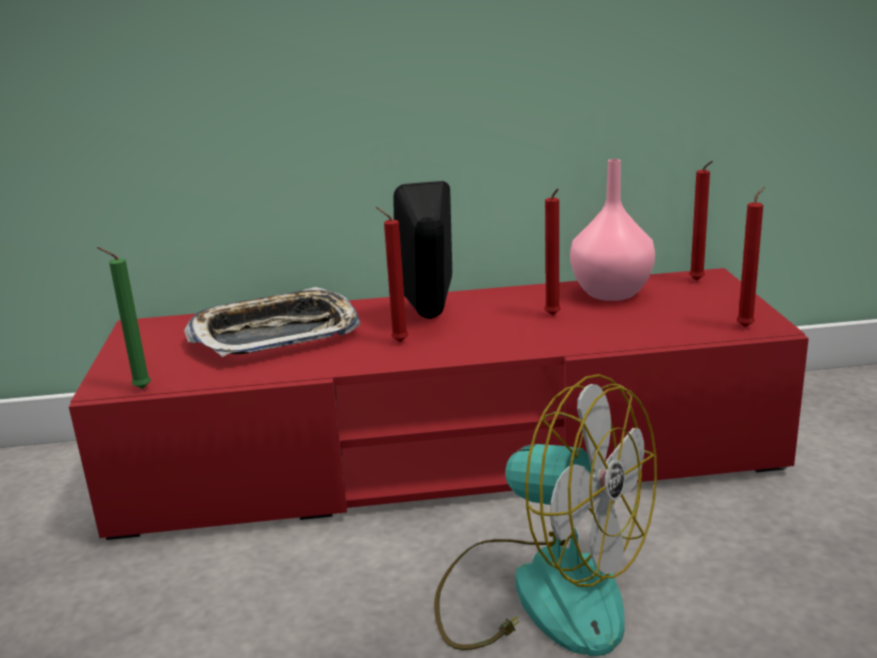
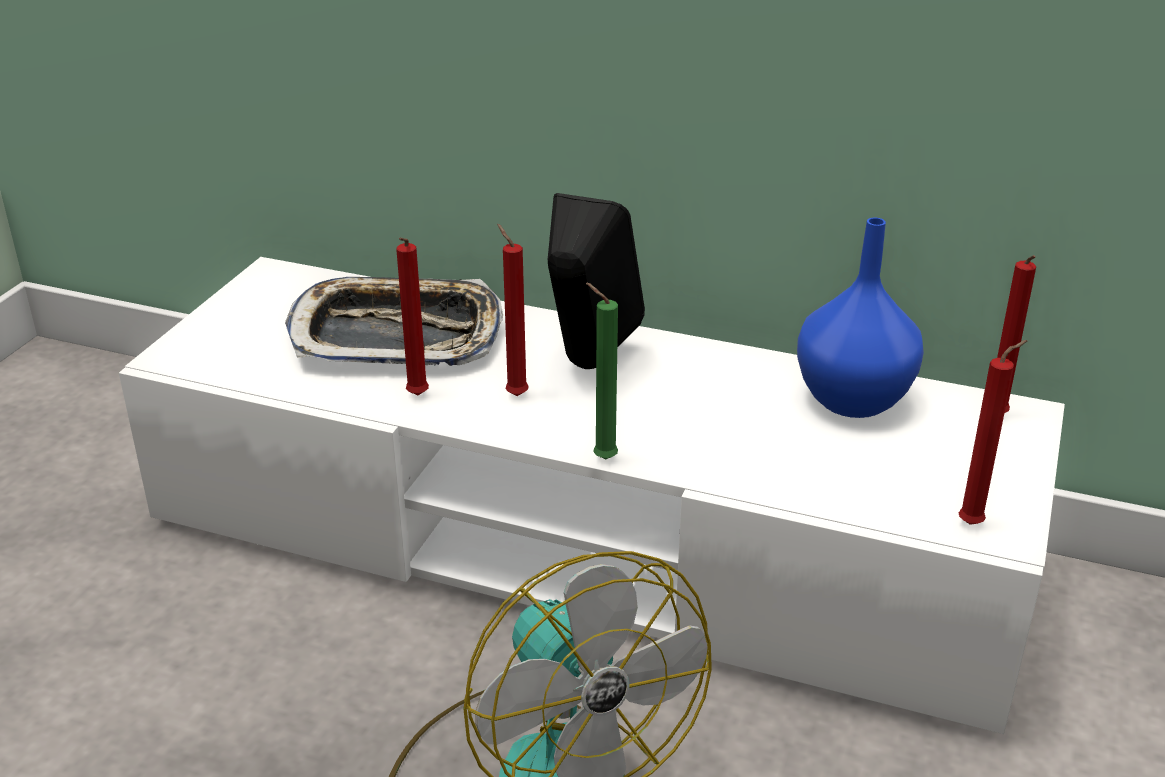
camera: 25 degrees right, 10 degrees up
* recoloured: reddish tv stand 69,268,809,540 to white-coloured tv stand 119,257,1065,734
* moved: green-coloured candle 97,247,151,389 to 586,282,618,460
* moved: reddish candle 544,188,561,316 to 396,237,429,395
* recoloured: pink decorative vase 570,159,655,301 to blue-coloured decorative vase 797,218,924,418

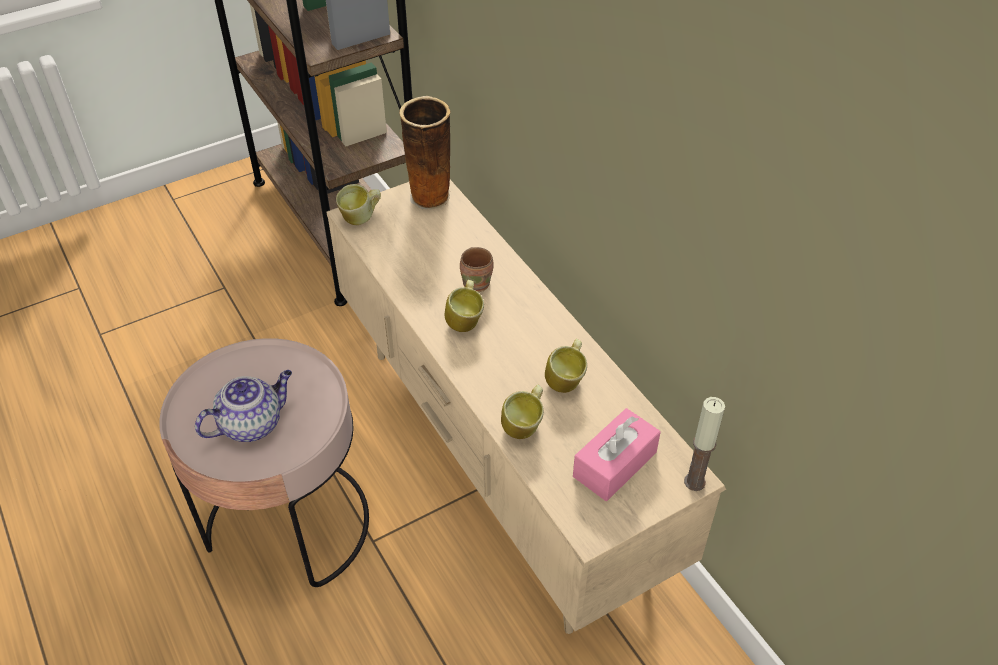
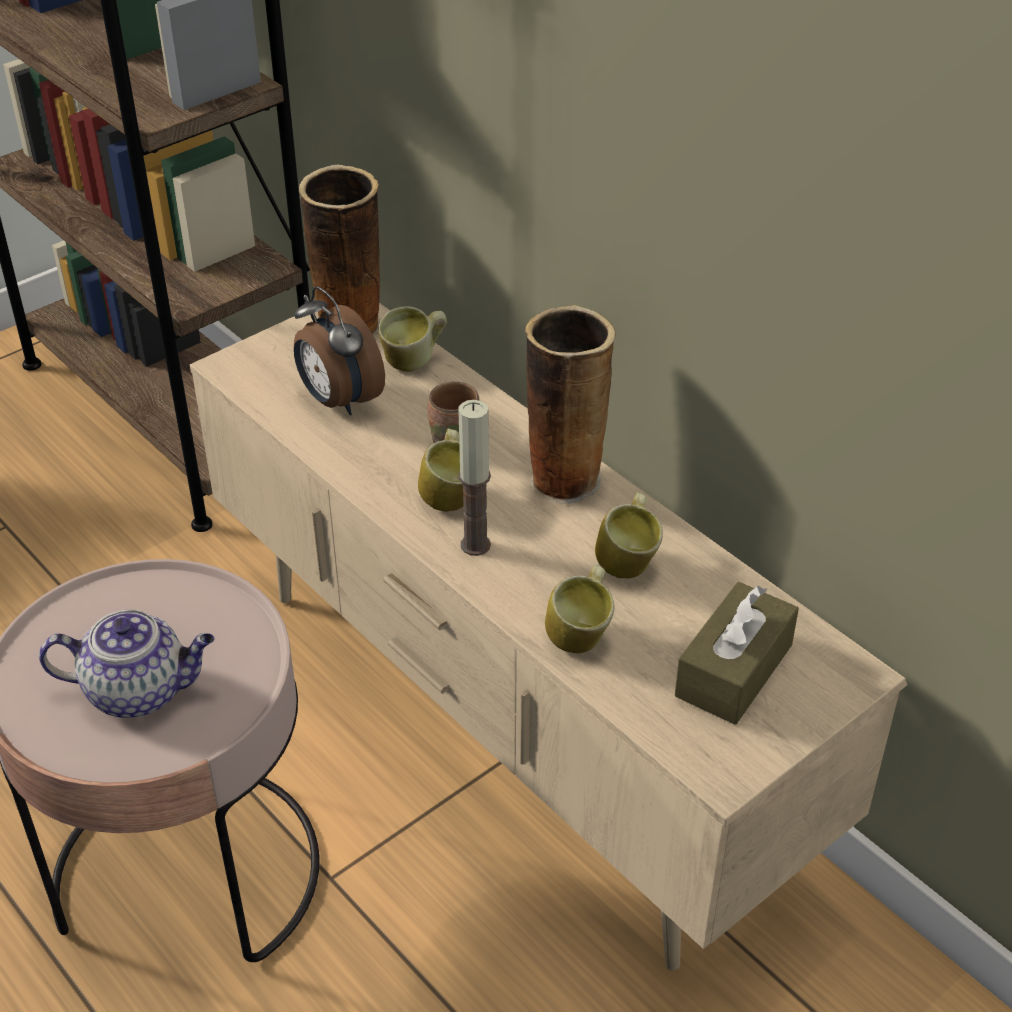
camera: 10 degrees left, 5 degrees down
* turned: tea pot 195,370,292,442 = 39,610,215,718 45 degrees clockwise
* moved: mug 336,184,381,225 to 379,306,447,372
* recoloured: pink box of tissues 573,408,661,501 to brown-coloured box of tissues 675,582,799,725
* moved: candle 684,397,725,491 to 458,400,491,556
* added: bedside clock 294,286,385,415
* added: decorative vase 525,305,616,504

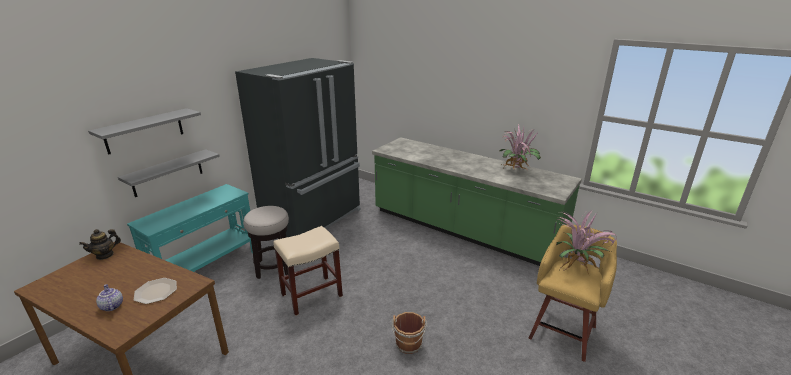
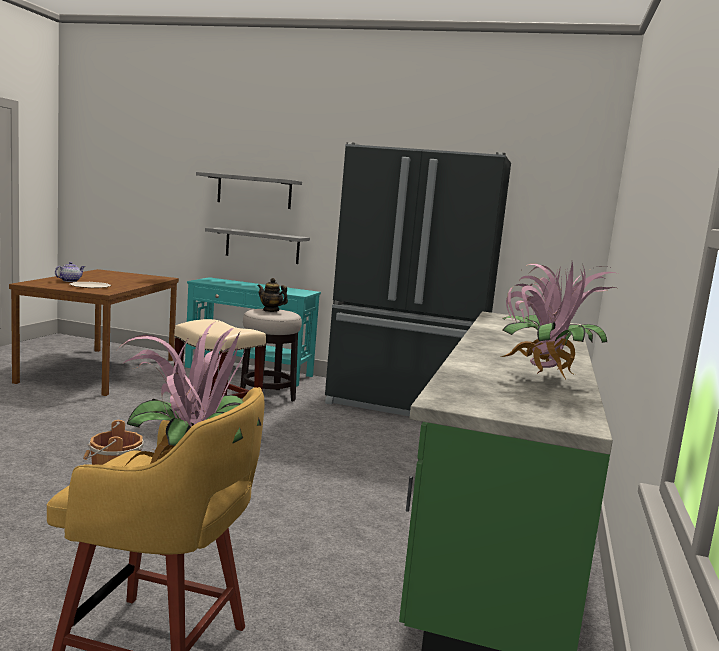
camera: 70 degrees right, 15 degrees down
* moved: tea pot 79,229,121,260 to 257,278,288,312

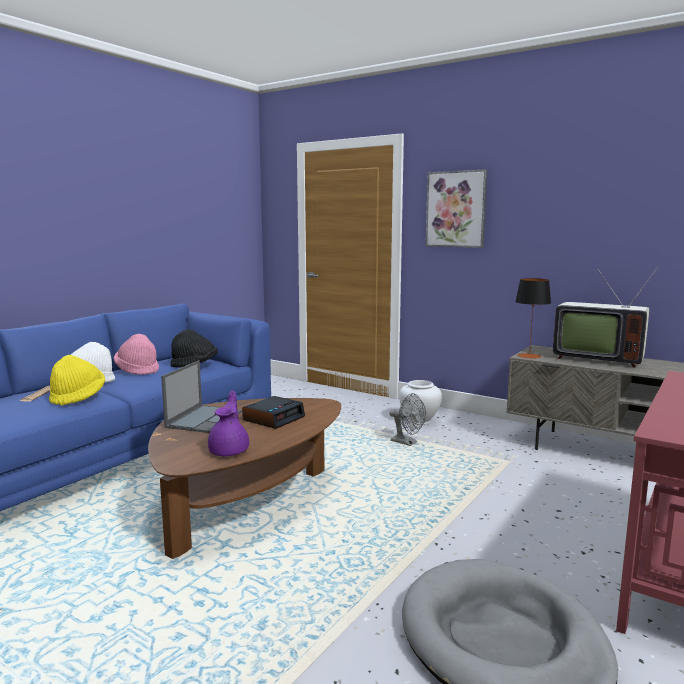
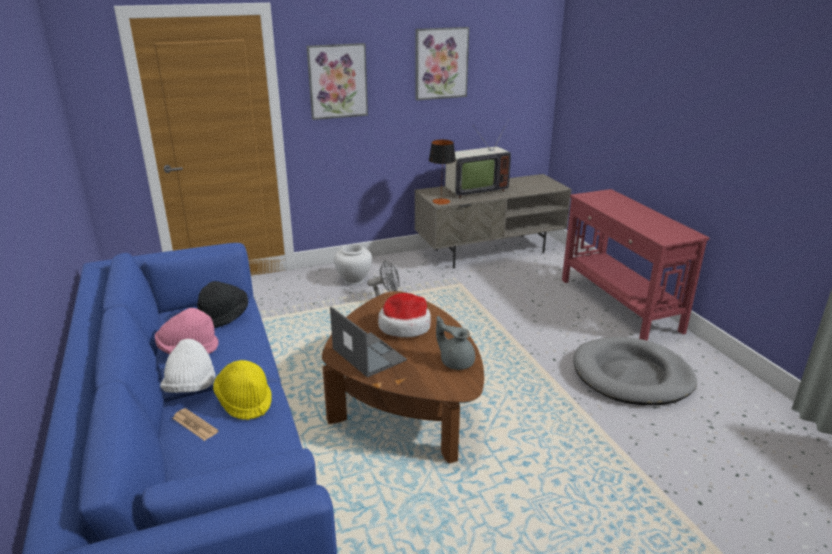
camera: 55 degrees left, 15 degrees up
* recoloured: purple tea pot 208,391,249,456 to gray tea pot 436,316,475,370
* replaced: bedside clock 242,396,305,429 to wearable hat 378,293,431,338
* added: wall picture 415,27,469,101

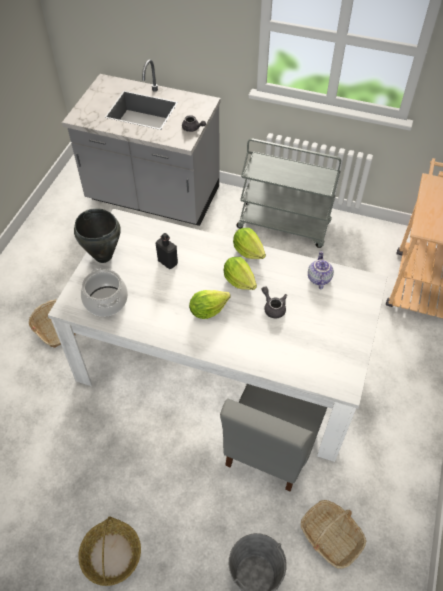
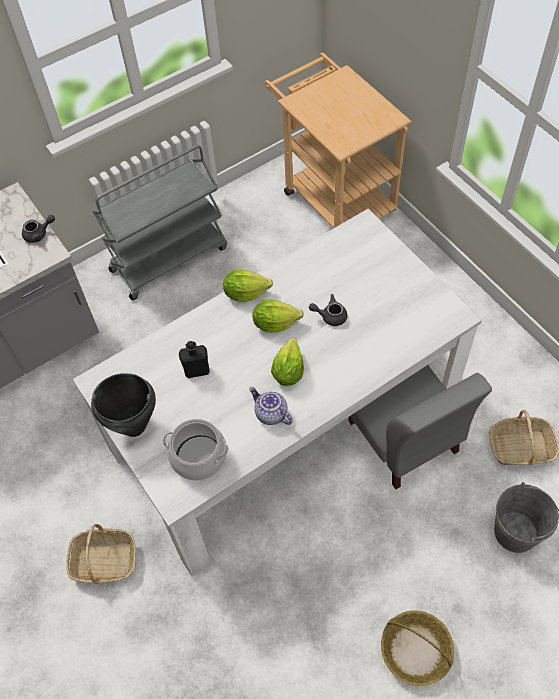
camera: 50 degrees left, 5 degrees up
* moved: tea pot 308,251,334,289 to 249,387,293,425

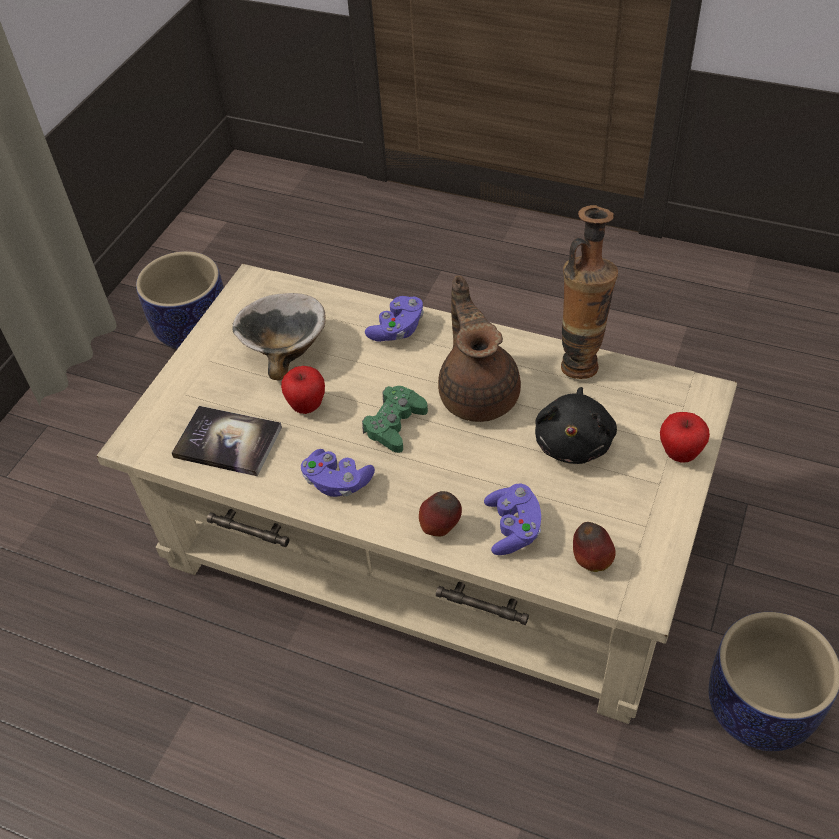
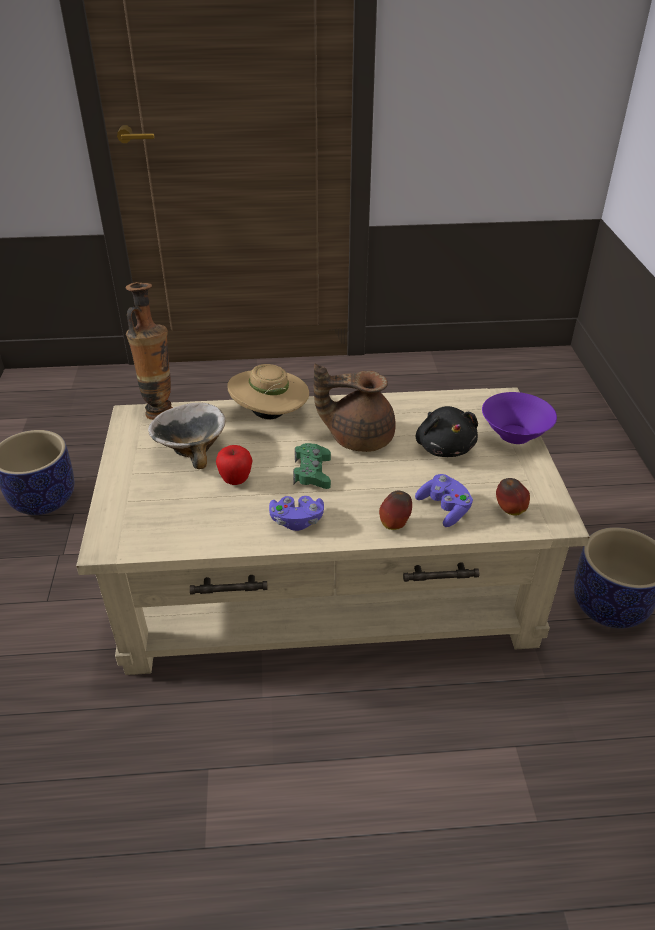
camera: 30 degrees left, 10 degrees down
* removed: book 172,406,282,476
* replaced: purple gamepad 365,296,424,342 to sand-coloured wearable hat 227,364,309,420
* turned: brown-coloured tea pot 438,276,521,422 = 314,364,396,452 45 degrees counterclockwise
* moved: decorative vase 561,205,618,379 to 126,282,173,420
* replaced: apple fruit 660,412,710,463 to purple serving bowl 482,392,557,444

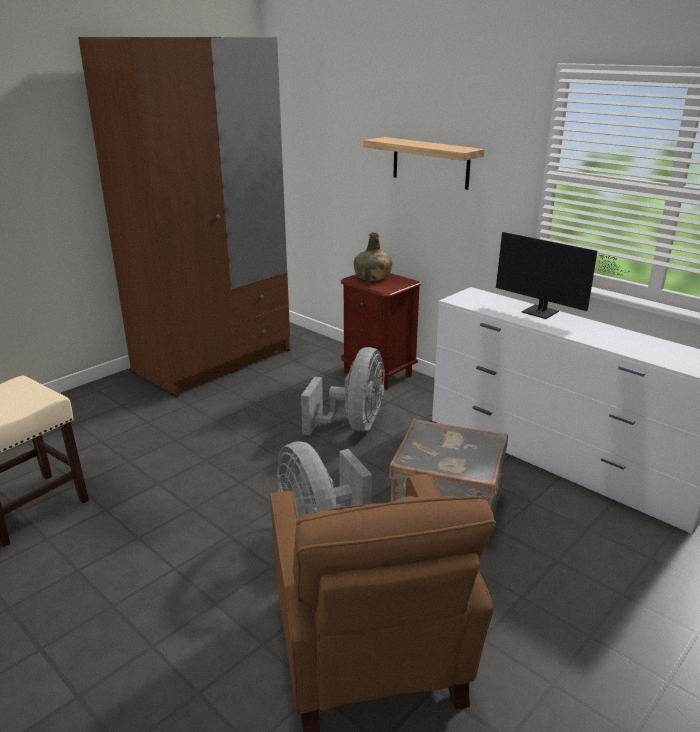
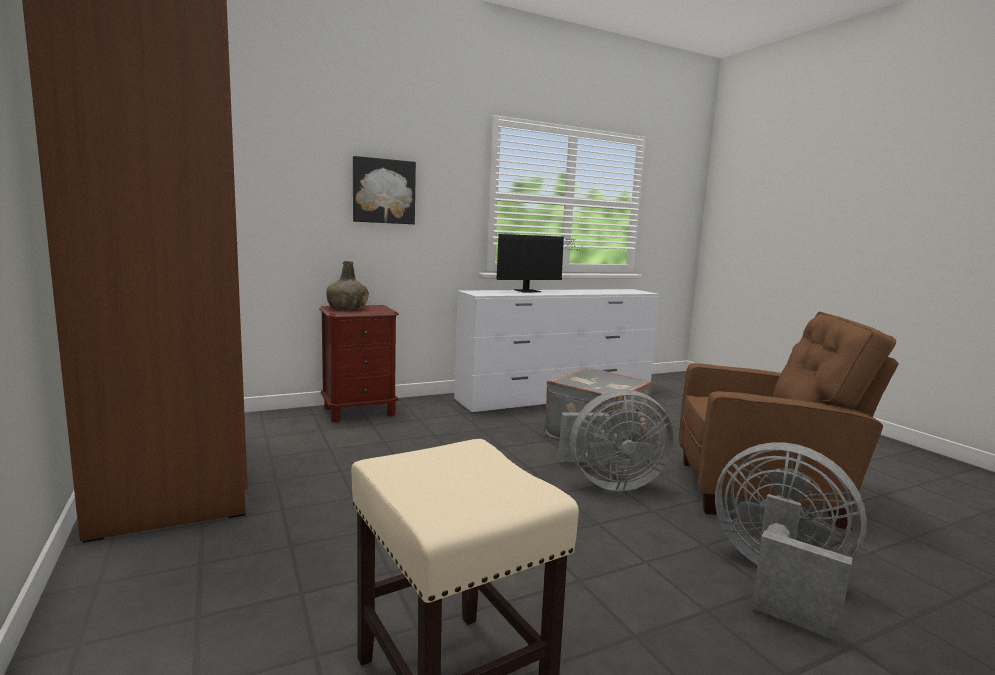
camera: 70 degrees left, 15 degrees down
* moved: gray fan 301,347,385,435 to 715,442,867,641
* replaced: bracket shelf 363,137,485,190 to wall picture 353,156,416,224

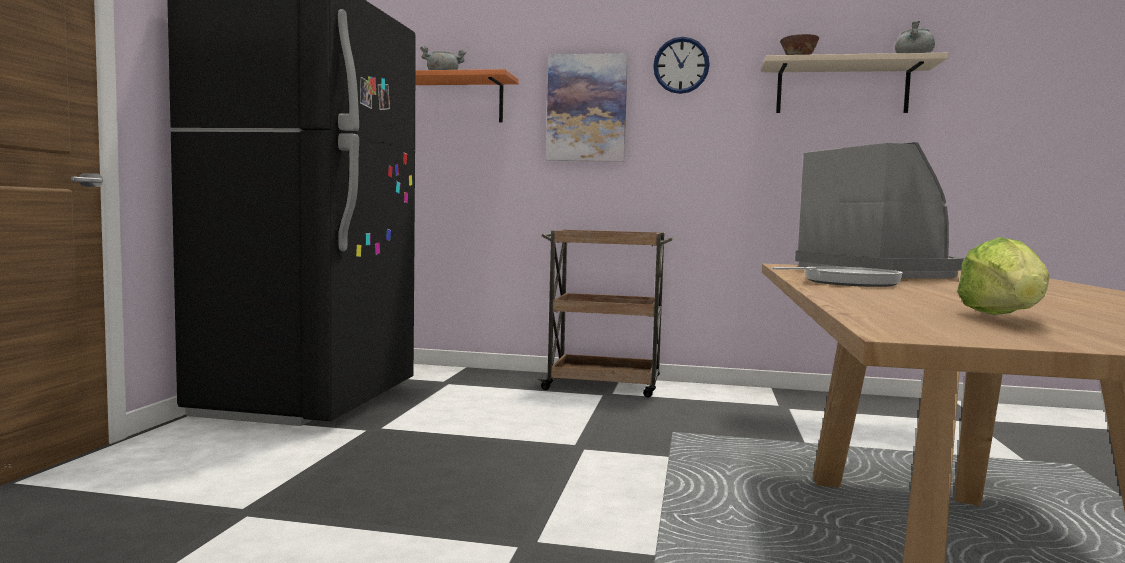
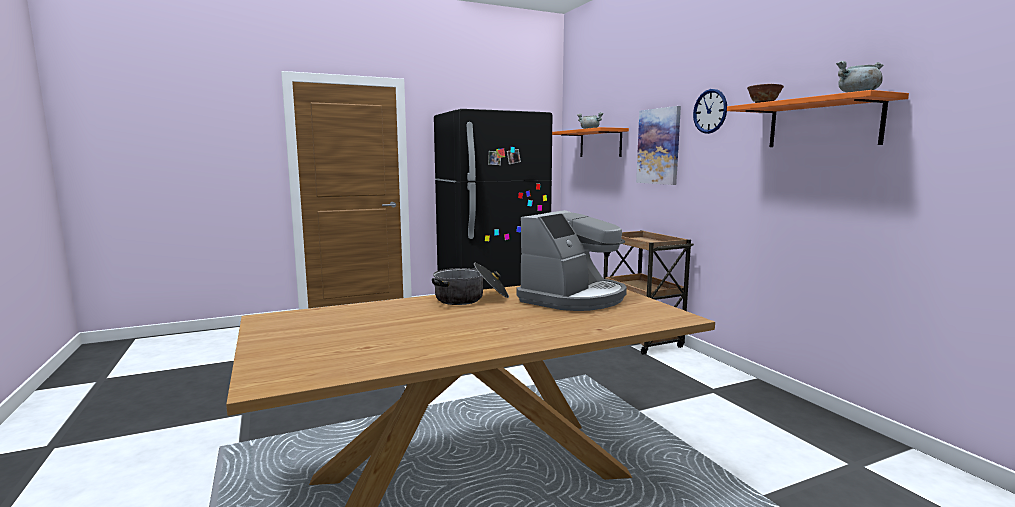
camera: 55 degrees right, 5 degrees up
* recoloured: sand-coloured bracket shelf 761,53,948,113 to orangey bracket shelf 727,90,909,147
* replaced: frying pan 772,266,903,287 to cooking pot 432,263,509,305
* removed: head of lettuce 957,237,1050,315

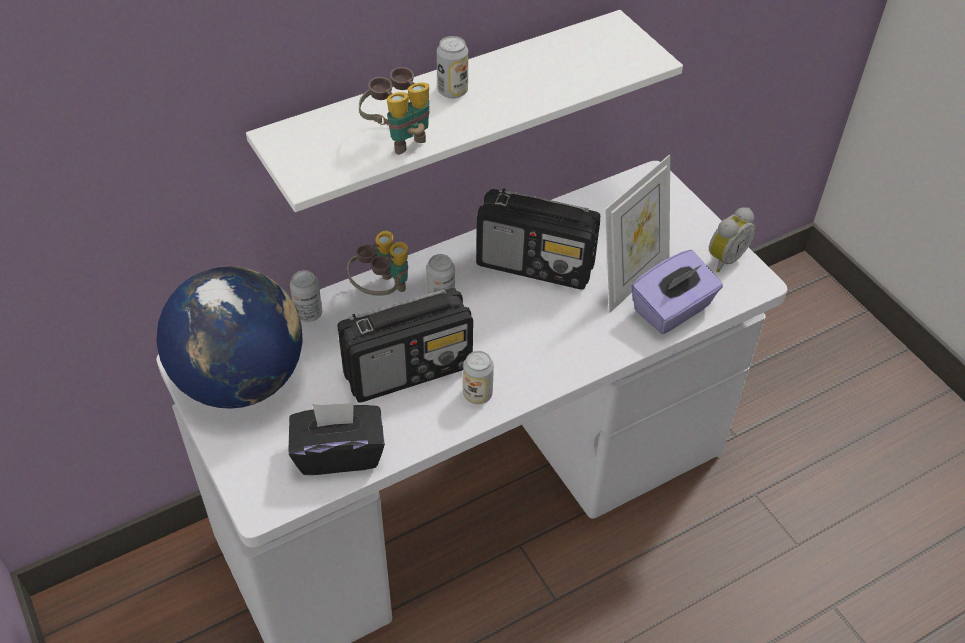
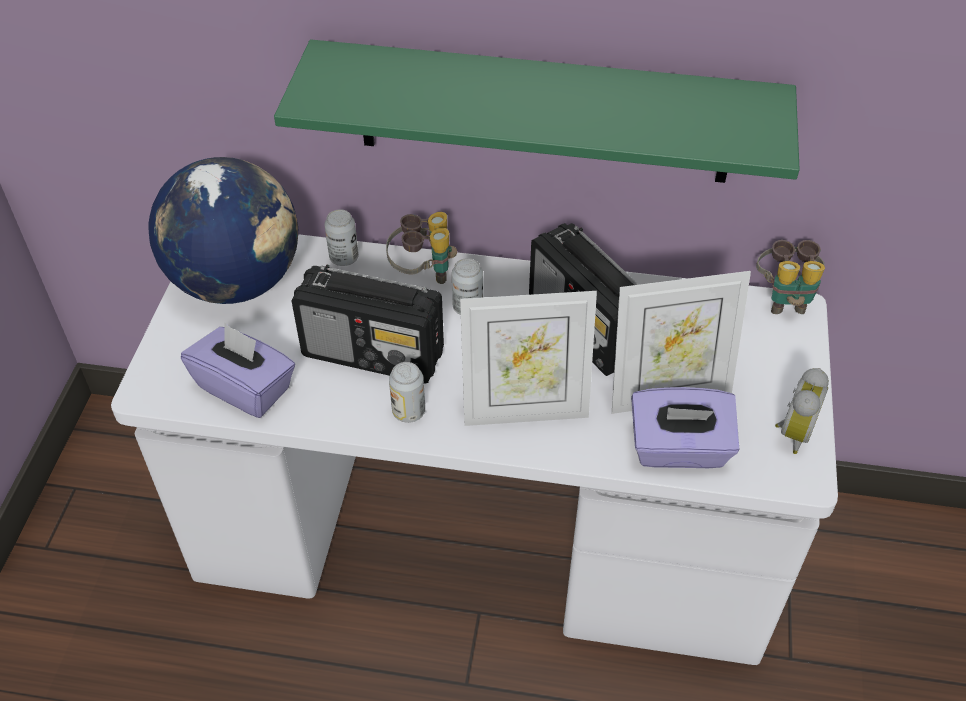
camera: 40 degrees right, 0 degrees up
* recoloured: white-coloured bracket shelf 246,10,683,212 to green-coloured bracket shelf 274,40,800,183
* recoloured: black-coloured box of tissues 288,402,385,475 to purple box of tissues 181,322,295,418
* moved: binoculars 359,67,430,155 to 756,240,825,314
* removed: sealed can 437,36,468,99
* turned: bedside clock 709,207,755,272 = 775,368,829,454 60 degrees counterclockwise
* added: photo frame 460,291,597,426

